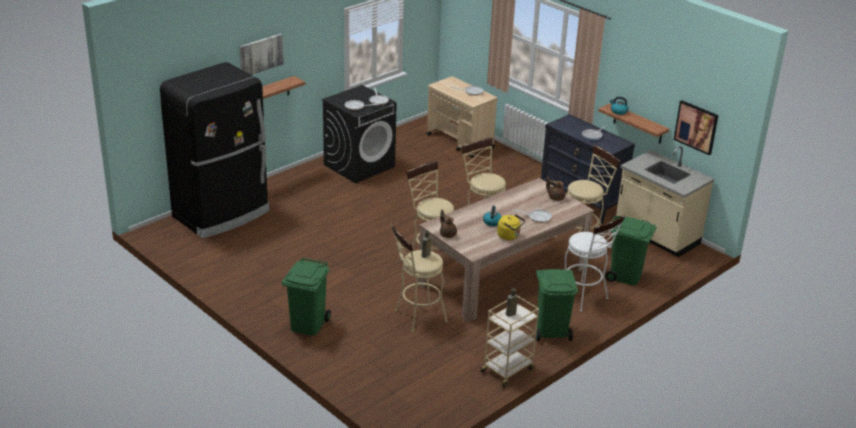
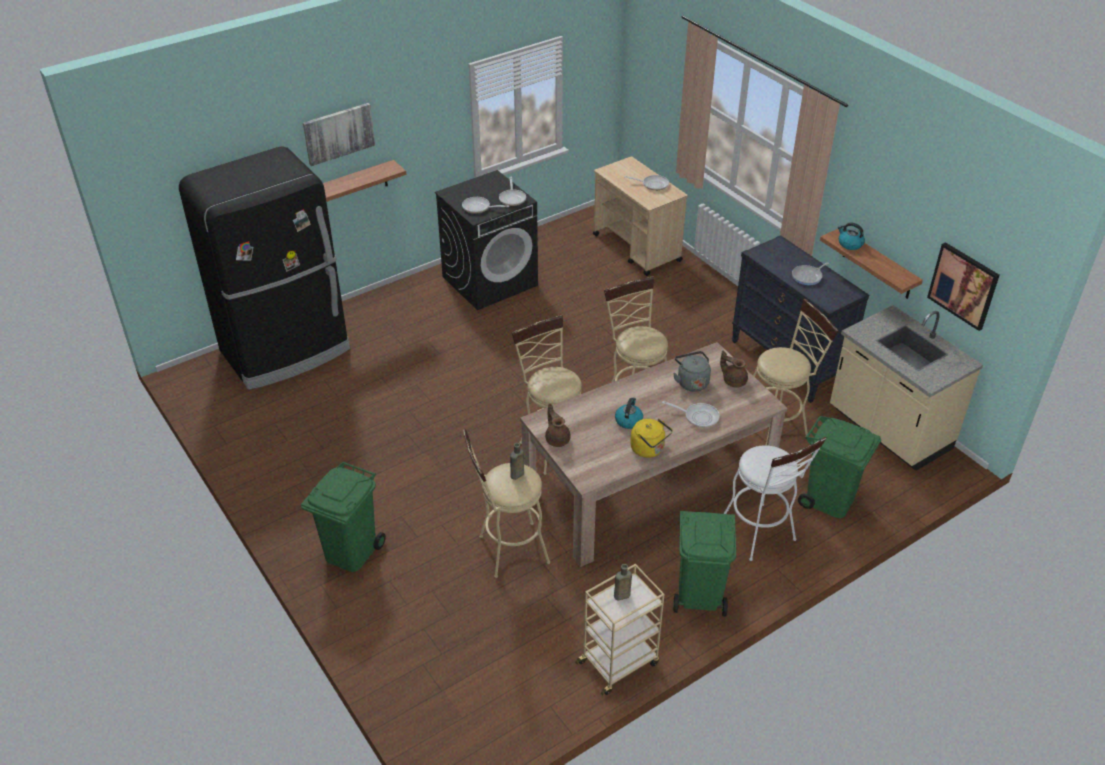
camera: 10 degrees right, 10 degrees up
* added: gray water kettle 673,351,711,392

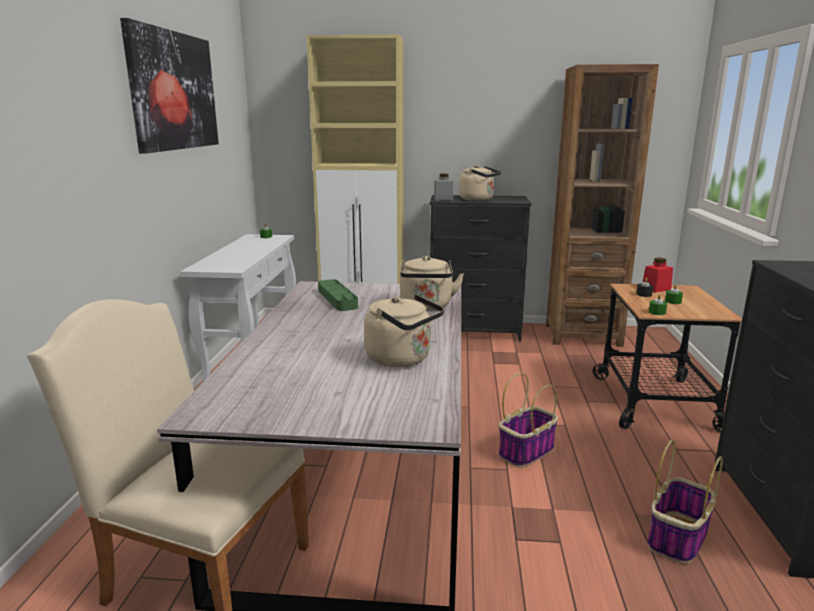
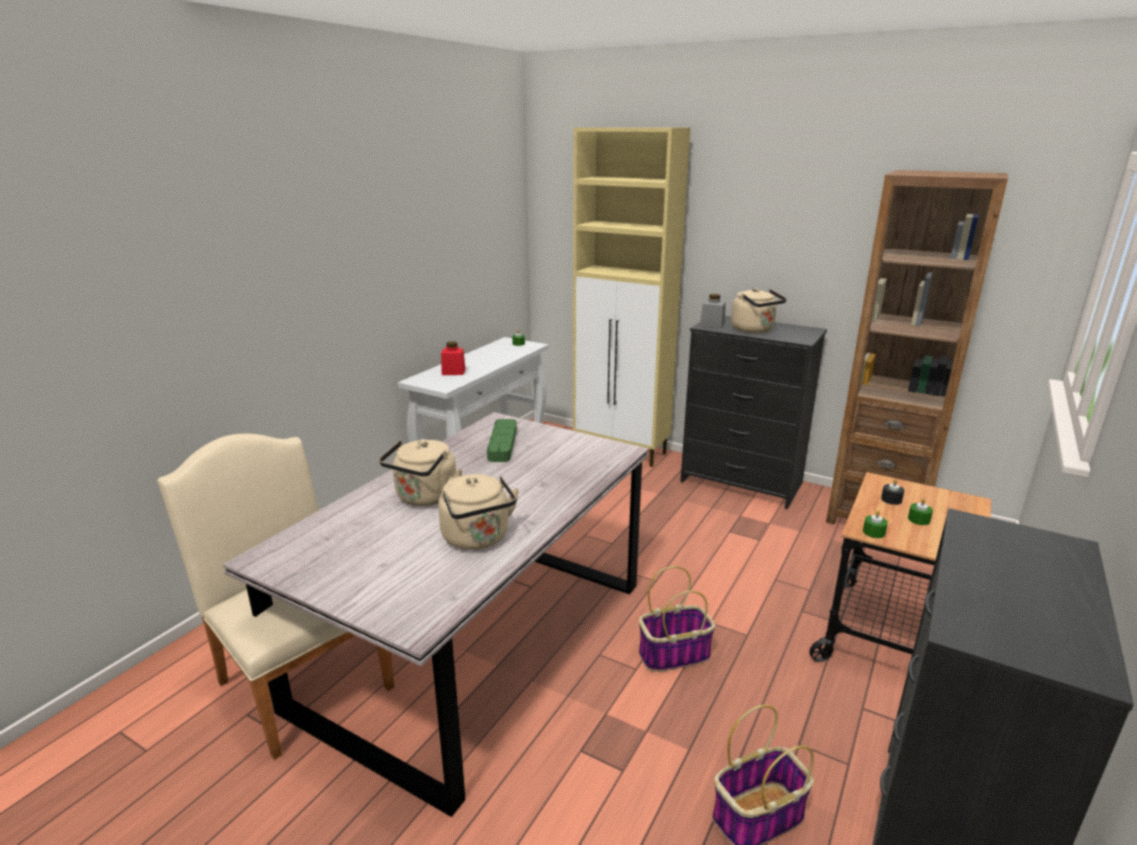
camera: 25 degrees right, 5 degrees up
* removed: wall picture 120,18,219,154
* moved: sand-coloured water kettle 400,256,464,310 to 379,440,462,506
* moved: reddish preserve jar 643,258,673,293 to 441,341,466,375

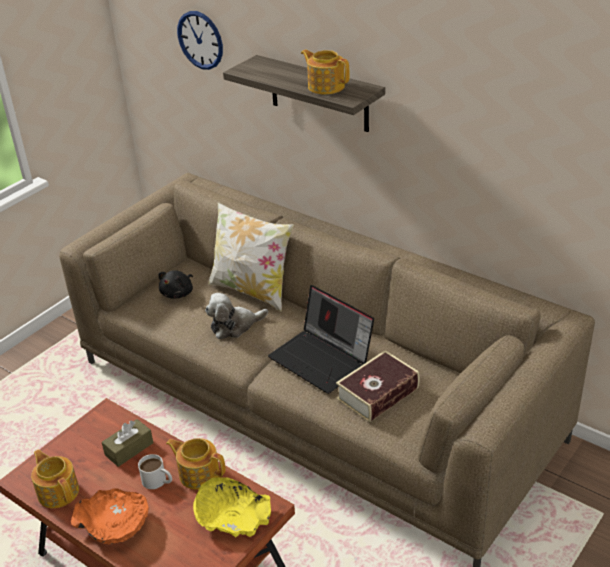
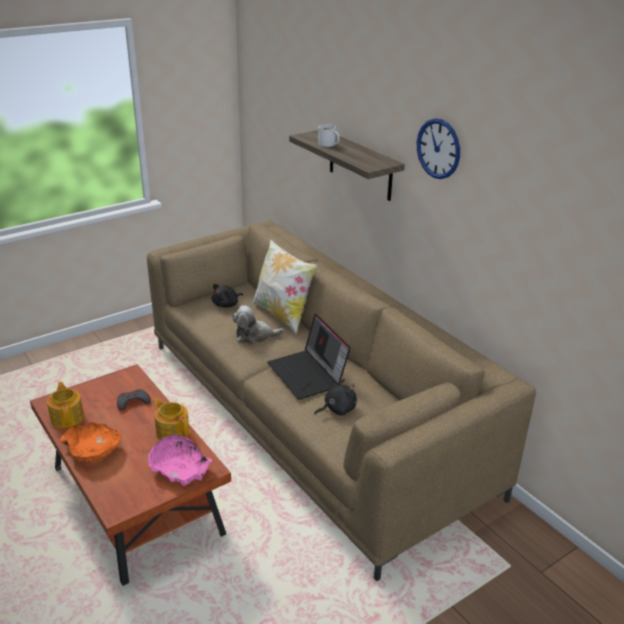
camera: 15 degrees right, 5 degrees down
* replaced: brown-coloured box of tissues 102,419,153,467 to gray gamepad 117,389,151,411
* moved: white-coloured mug 138,454,172,489 to 318,125,340,147
* moved: clock on the wall 177,11,223,70 to 417,118,460,179
* recoloured: yellowish serving bowl 193,477,271,537 to pink serving bowl 148,435,212,485
* removed: tea pot 301,49,350,94
* replaced: book 336,350,419,422 to black-coloured soft toy 314,379,357,416

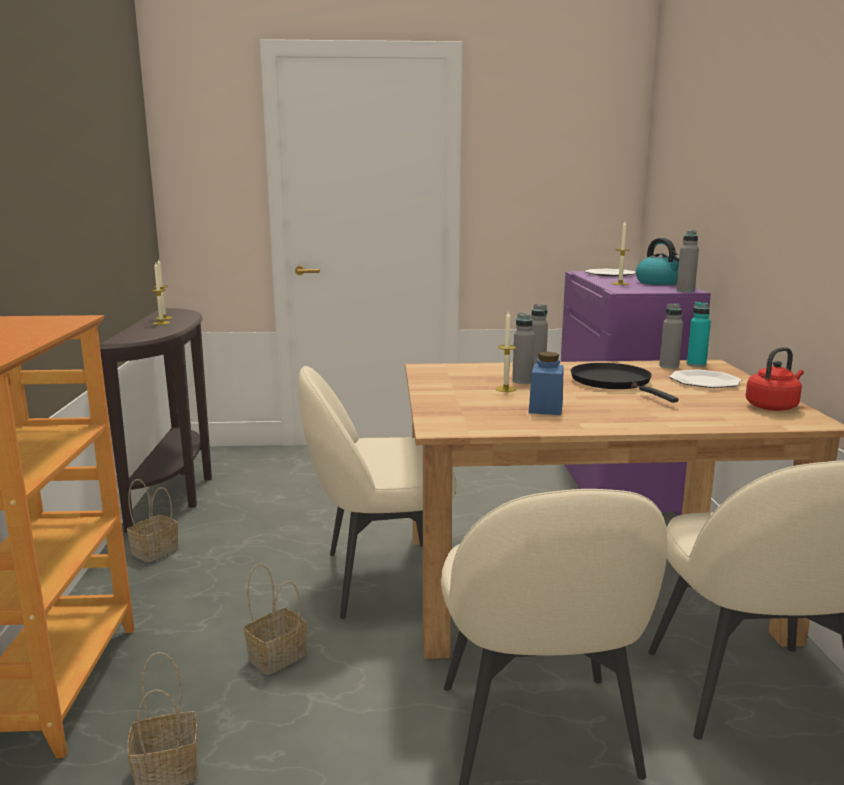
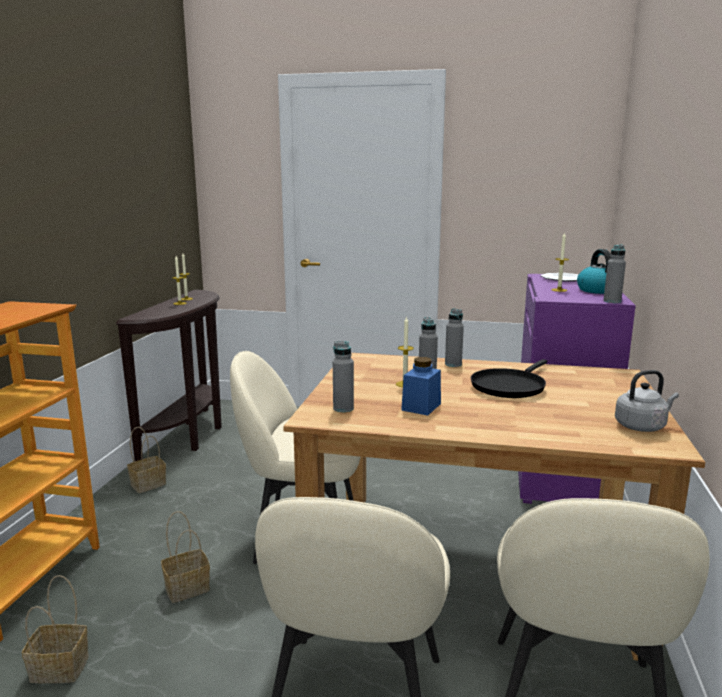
camera: 15 degrees right, 0 degrees up
* turned: black-coloured frying pan 571,363,678,403 = 471,359,547,398 135 degrees counterclockwise
* moved: gray drink bottle 659,303,683,368 to 333,341,354,412
* removed: flat dish 669,369,741,388
* removed: turquoise-coloured drink bottle 687,302,711,367
* recoloured: reddish water kettle 746,347,804,411 to gray water kettle 615,370,679,432

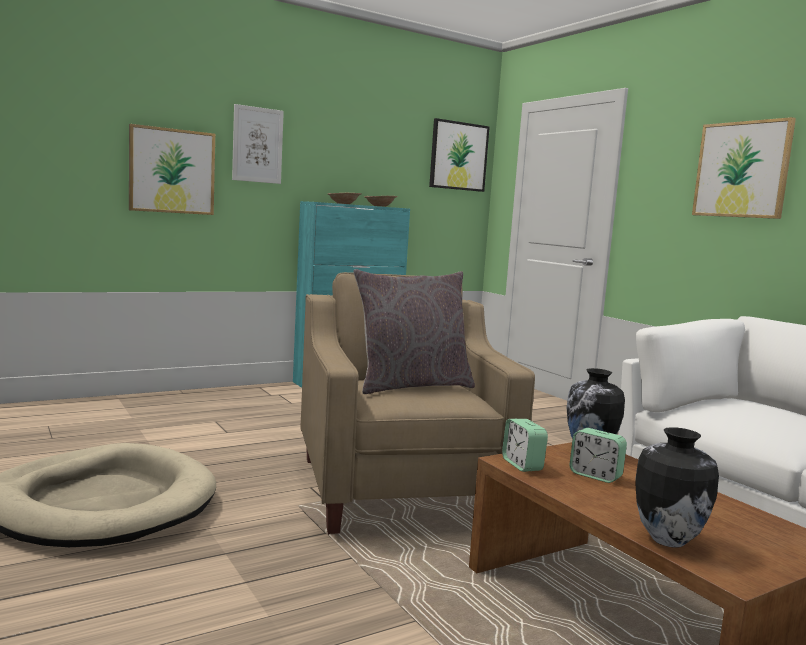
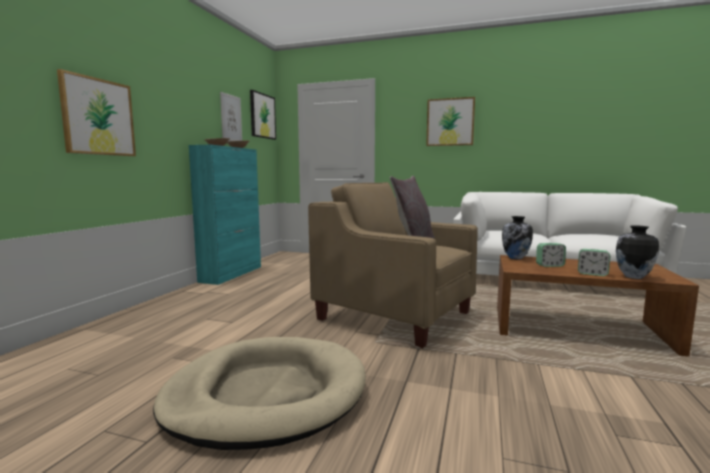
camera: 40 degrees left, 0 degrees up
* moved: wall picture 232,104,284,184 to 220,92,242,141
* moved: bedside clock 502,419,548,472 to 578,249,610,276

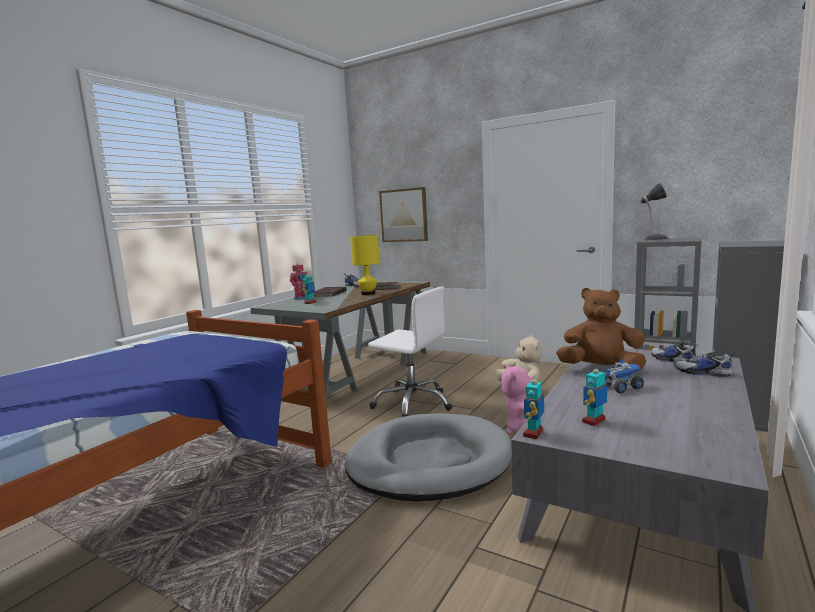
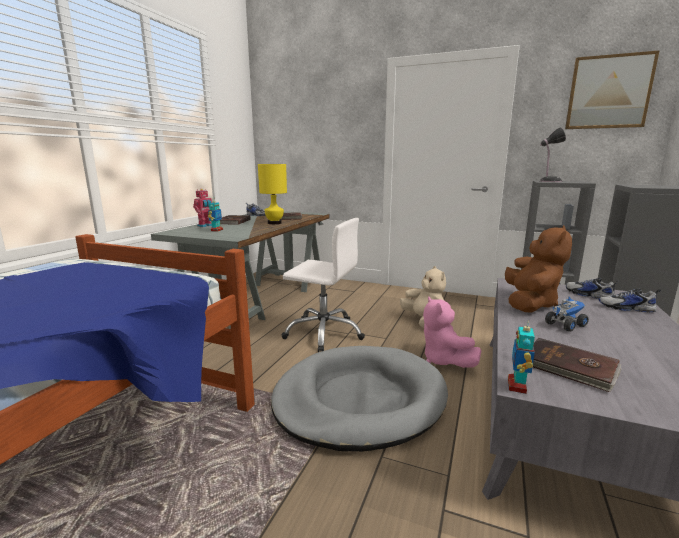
camera: 10 degrees left, 5 degrees up
* moved: wall picture 379,187,428,242 to 565,50,660,129
* turned: brown-coloured soft toy 556,288,646,370 = 505,225,572,313 105 degrees clockwise
* replaced: toy robot 582,365,609,426 to brown-coloured book 533,338,622,392

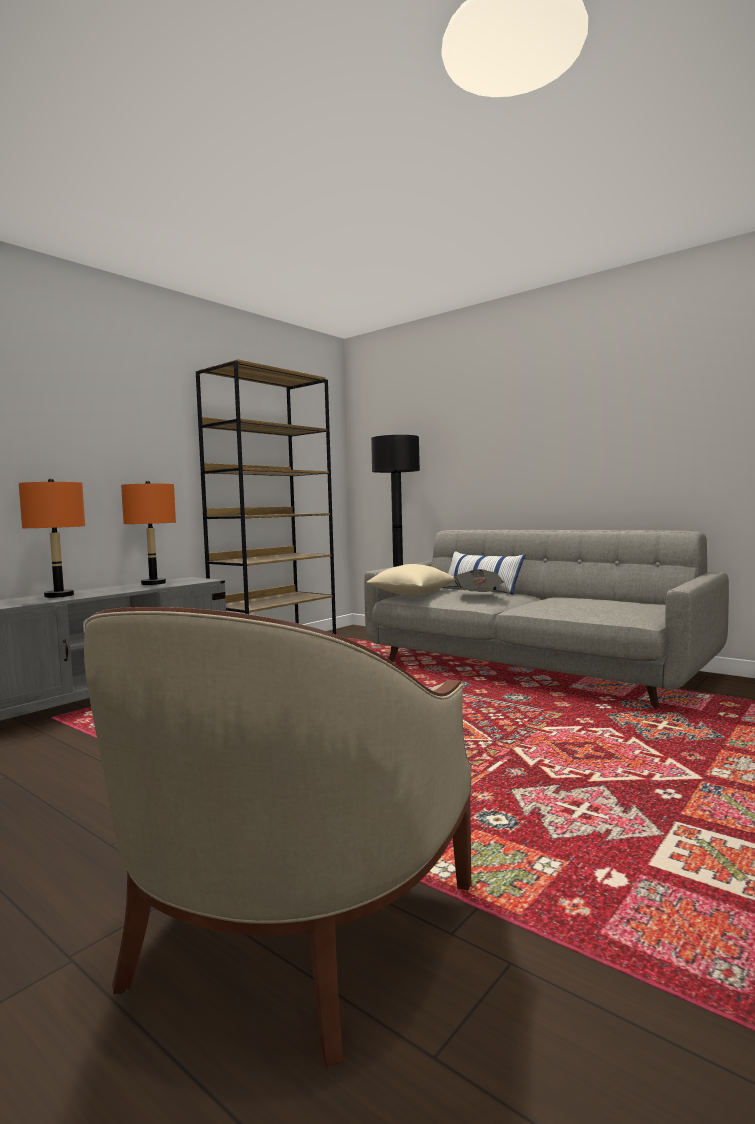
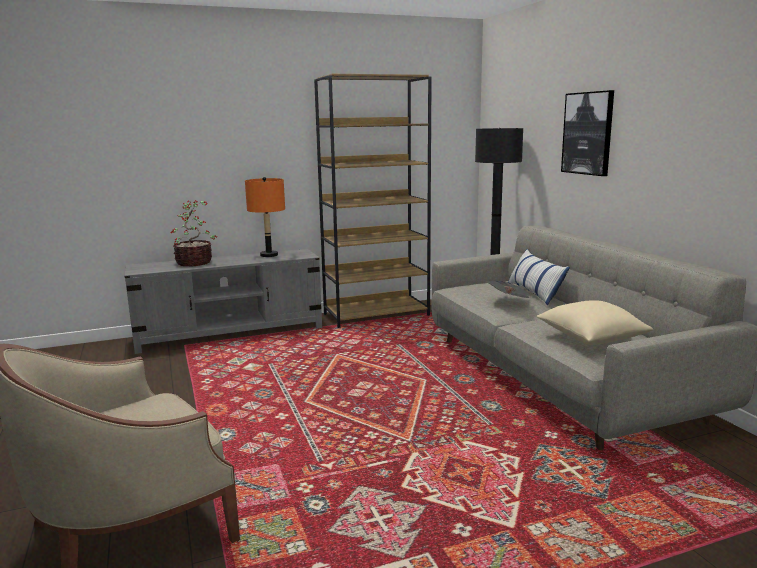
camera: 30 degrees right, 10 degrees up
* replaced: orangey table lamp 19,478,85,598 to potted plant 171,200,218,266
* moved: sand-coloured pillow 366,564,455,596 to 536,300,653,345
* added: wall picture 561,90,614,176

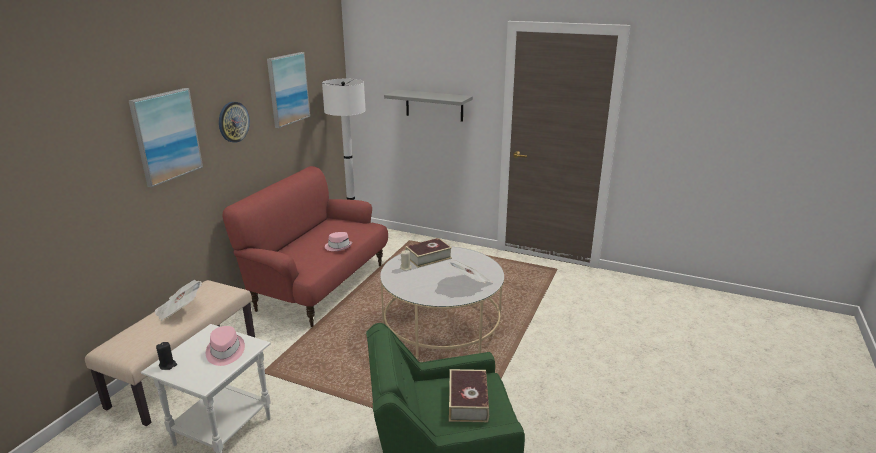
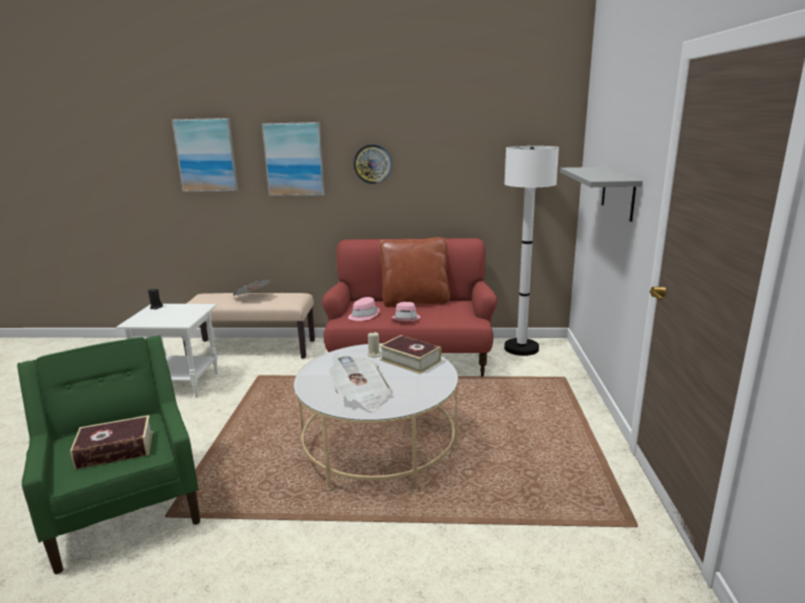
camera: 70 degrees right, 5 degrees down
* moved: pink wearable hat 206,326,245,366 to 348,297,380,321
* moved: wall picture 267,52,310,128 to 172,118,238,192
* added: brown-coloured pillow 379,237,450,307

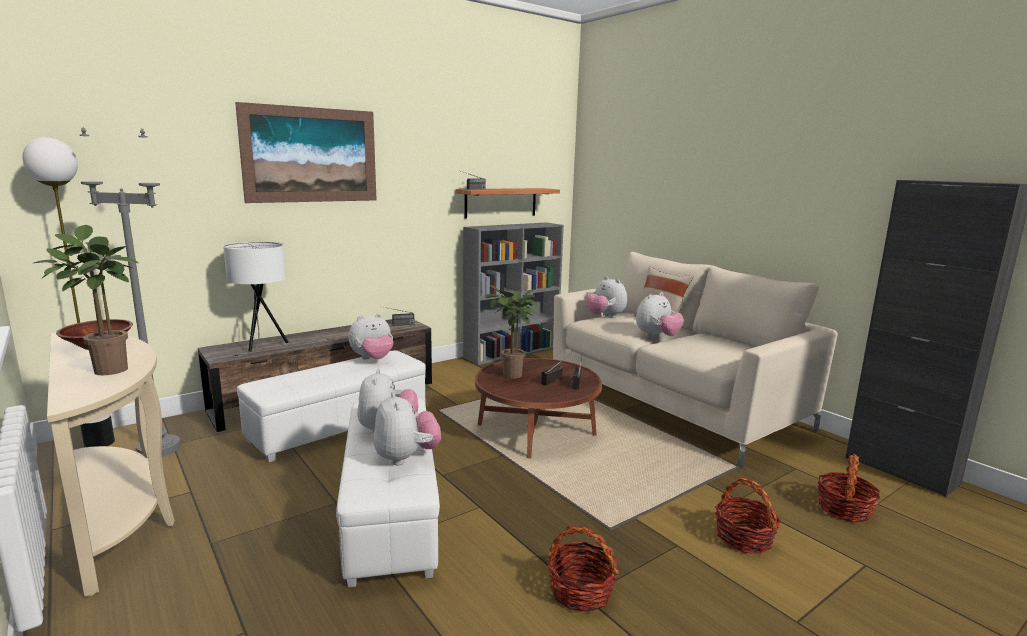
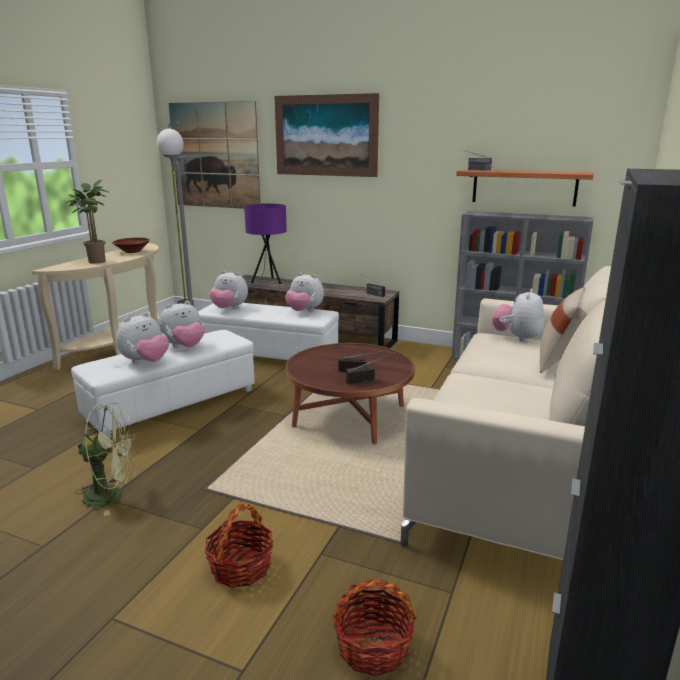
camera: 60 degrees right, 5 degrees up
* recoloured: white-coloured table lamp 223,242,288,357 to purple table lamp 244,204,287,285
* removed: potted plant 485,285,537,379
* replaced: storage basket 548,525,619,612 to green-coloured fan 75,403,138,516
* moved: soft toy 636,292,684,337 to 209,271,248,309
* added: wall picture 169,101,261,209

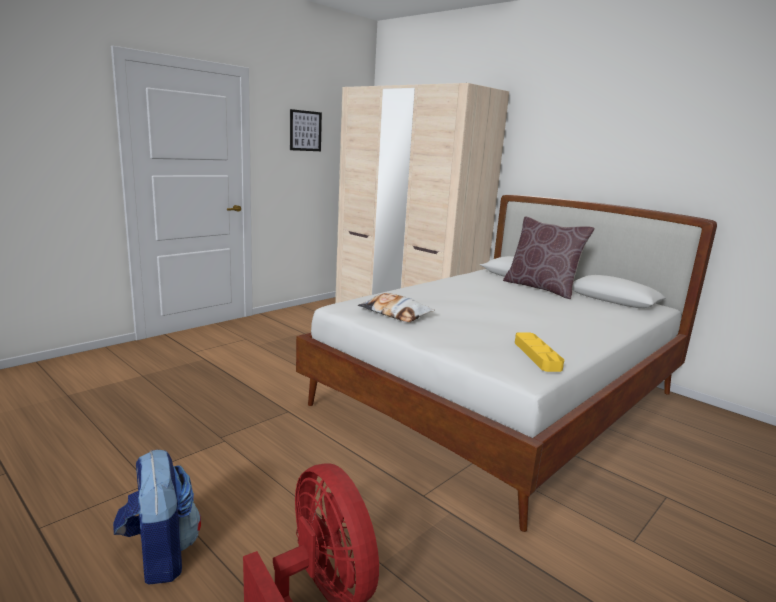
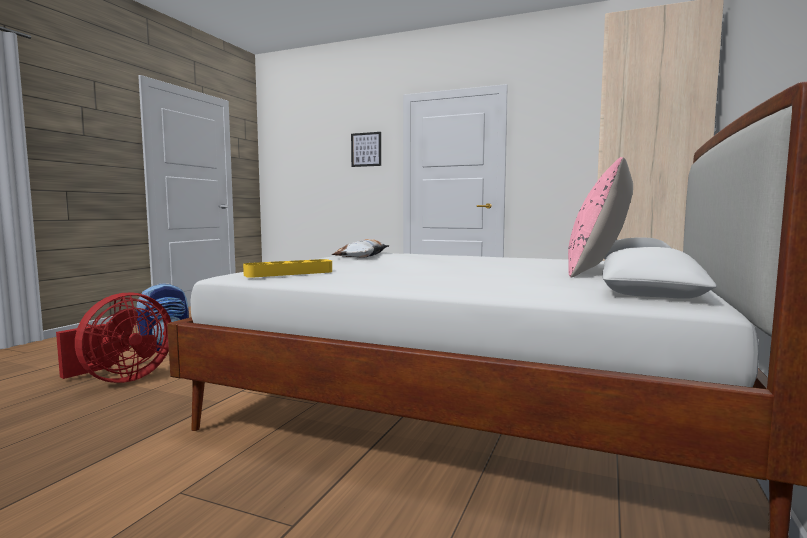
camera: 70 degrees right, 10 degrees down
* moved: wall picture 290,109,322,151 to 351,132,381,167
* recoloured: brown-coloured pillow 503,216,595,299 to pink pillow 568,157,633,277

